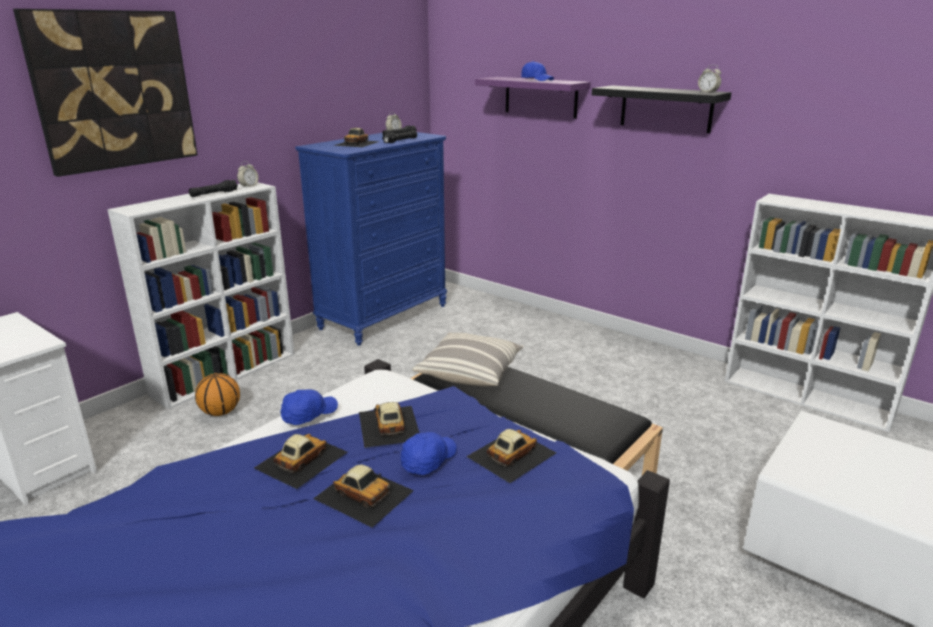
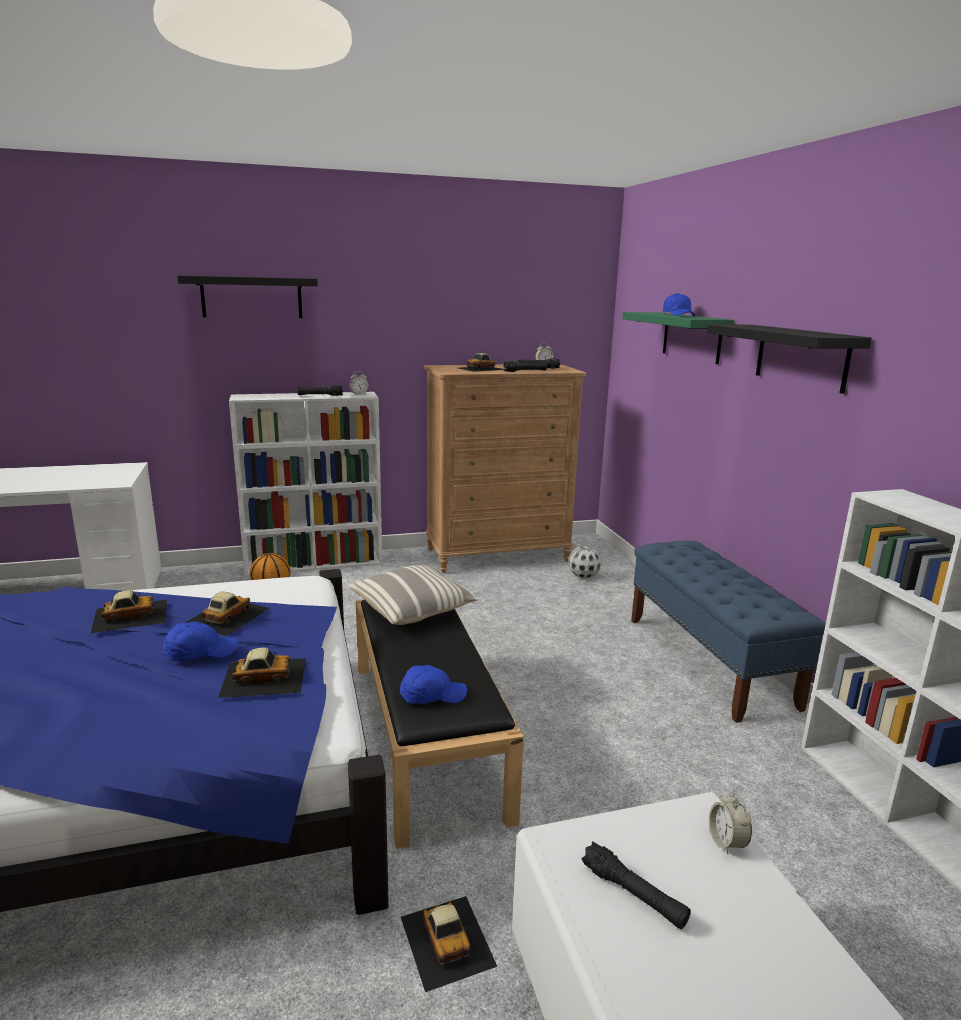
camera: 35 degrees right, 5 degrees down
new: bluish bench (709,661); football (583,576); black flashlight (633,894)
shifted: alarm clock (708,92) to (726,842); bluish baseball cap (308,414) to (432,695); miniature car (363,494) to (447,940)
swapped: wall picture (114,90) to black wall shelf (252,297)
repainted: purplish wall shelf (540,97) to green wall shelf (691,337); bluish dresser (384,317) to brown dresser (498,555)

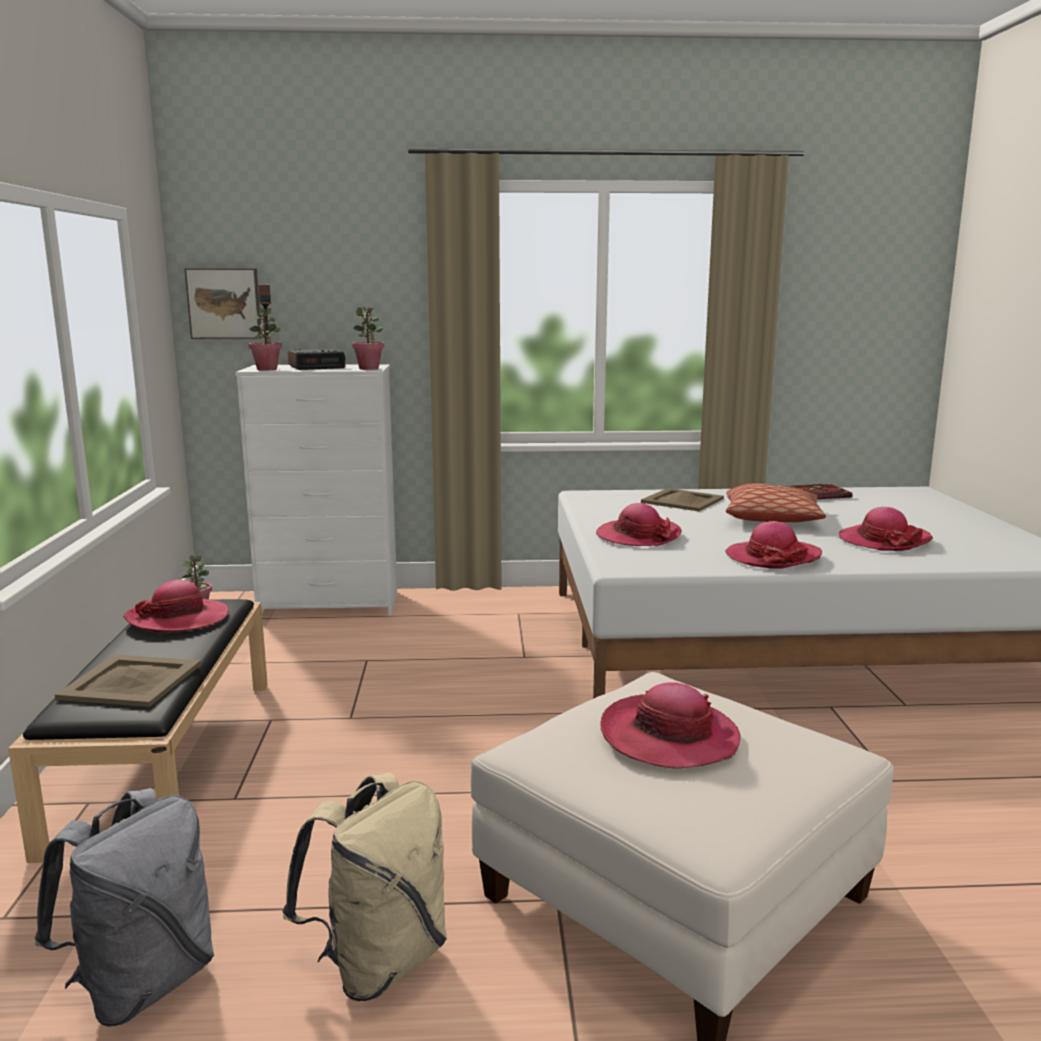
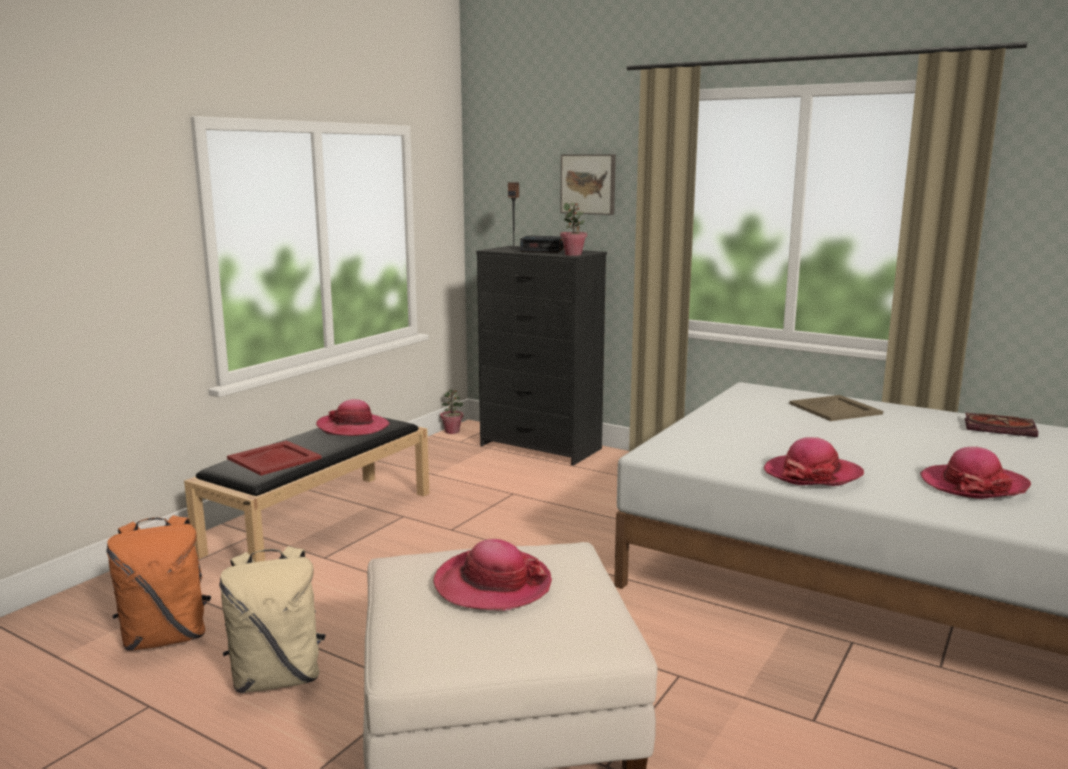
camera: 35 degrees right, 0 degrees up
gone: plant in a pot (267,369); cushion (772,518); clothing hat (638,536)
shifted: wall picture (224,303) to (589,184)
repainted: white dresser (331,604) to black dresser (541,447); sand-coloured carrying tray (132,681) to reddish carrying tray (275,458); grey backpack (142,983) to orange backpack (166,637)

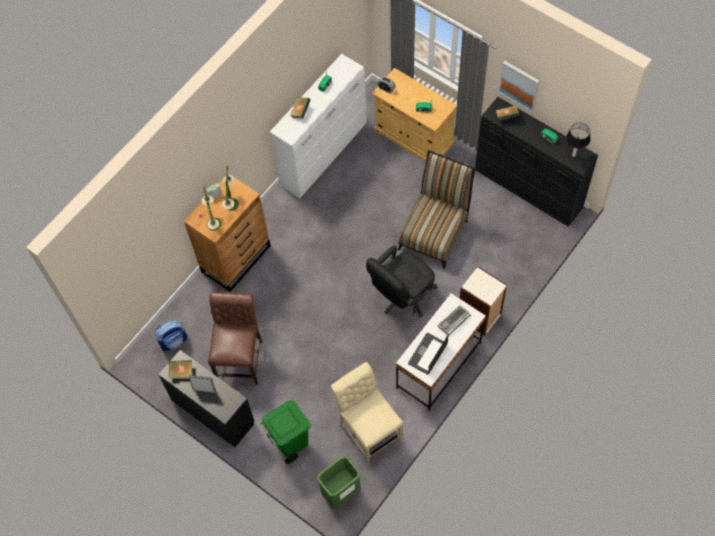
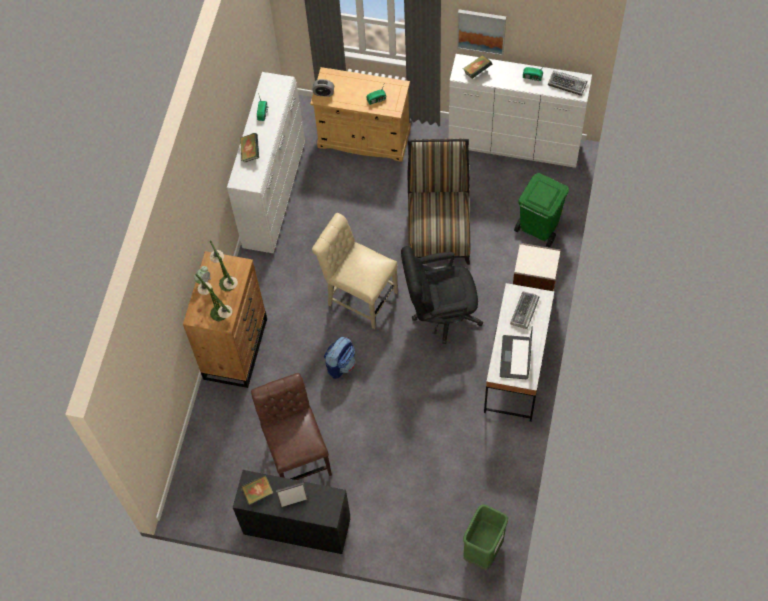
camera: 25 degrees left, 0 degrees up
shifted: backpack (174,341) to (341,364); sand-coloured chair (369,430) to (359,296); green trash can (290,442) to (538,228)
swapped: lamp for a table (574,155) to computer keyboard (567,84)
repainted: black dresser (528,190) to white dresser (514,146)
rotated: black office chair (402,297) = (440,314) 60 degrees clockwise

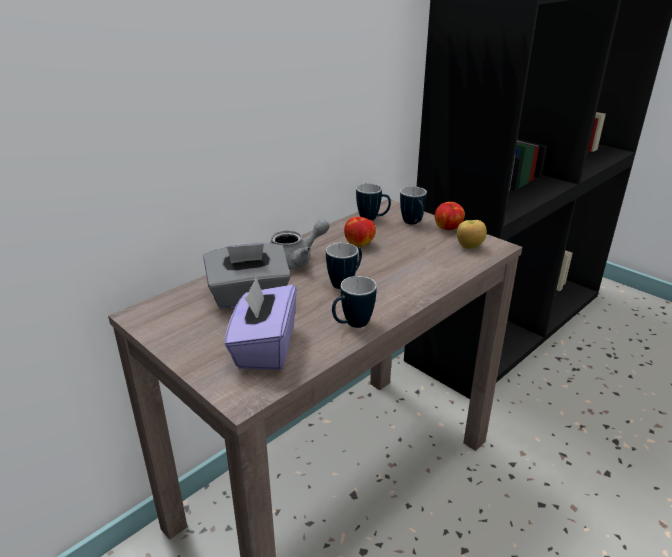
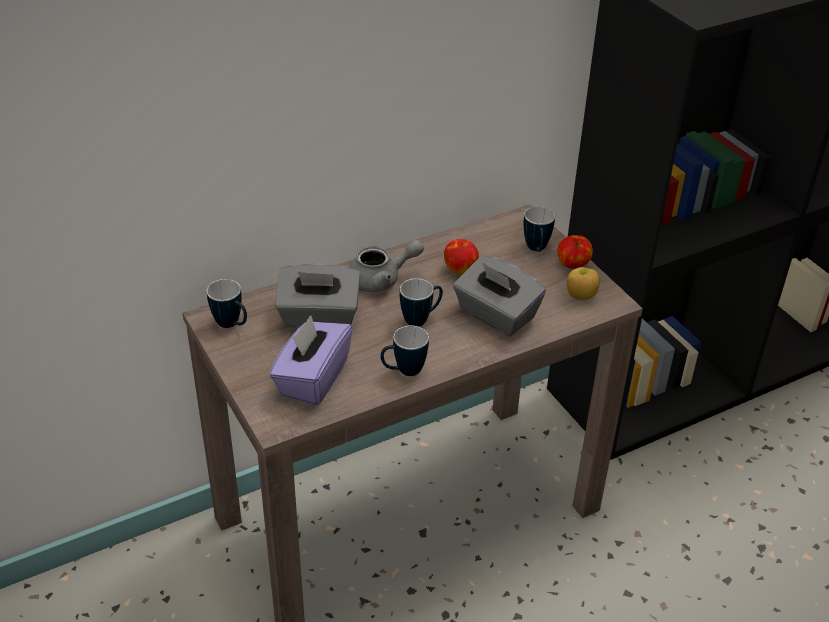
camera: 15 degrees right, 10 degrees up
new: grey tissue box (496,315)
shifted: tea mug (373,219) to (232,325)

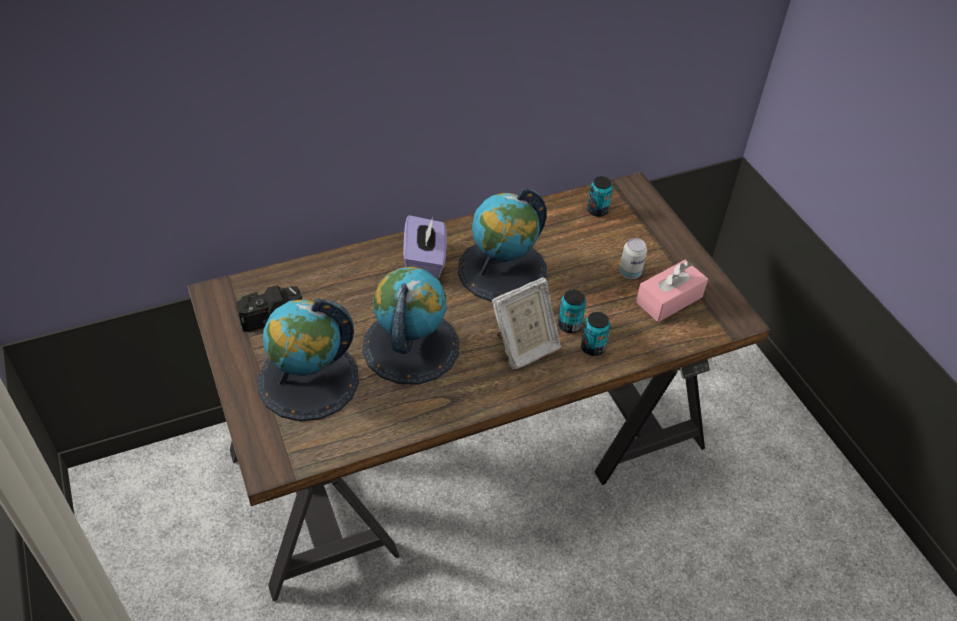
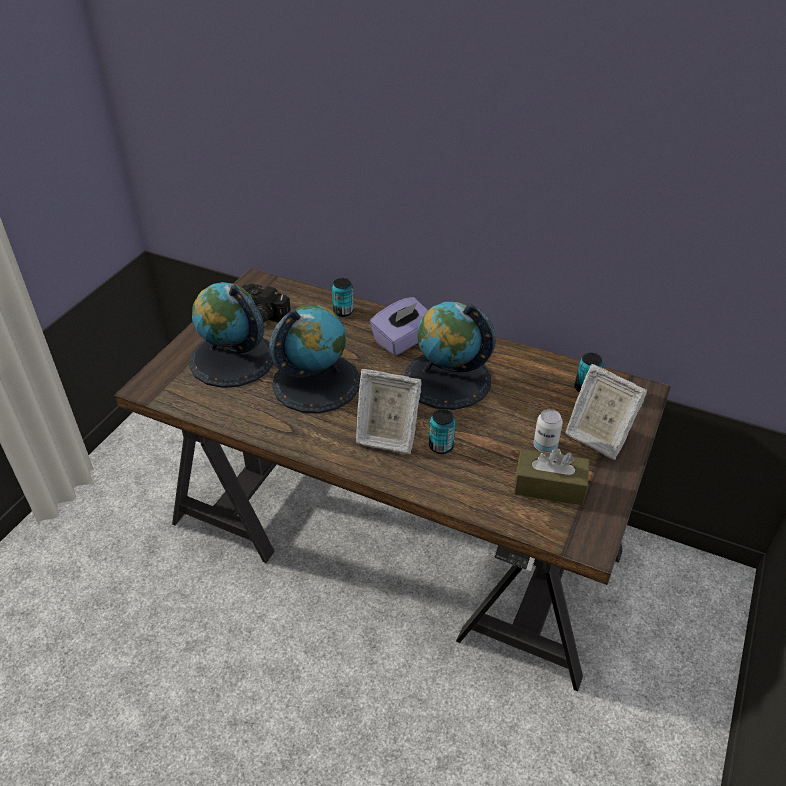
camera: 50 degrees right, 5 degrees down
new: photo frame (596,437)
shifted: sealed can (592,347) to (343,311)
repainted: pink-coloured tissue box (669,299) to brown tissue box (549,486)

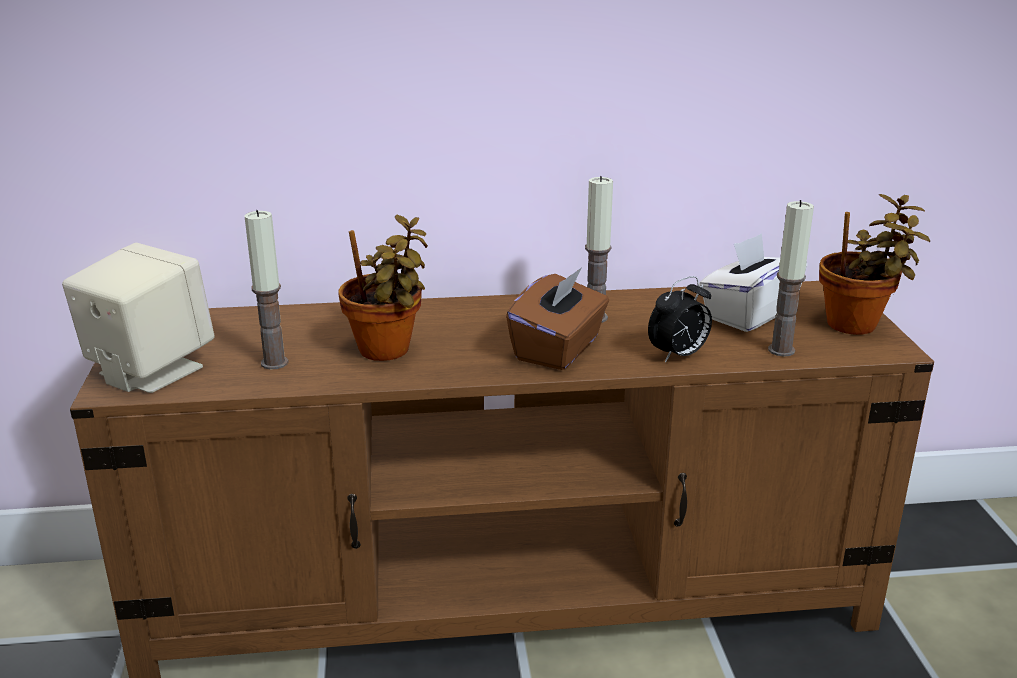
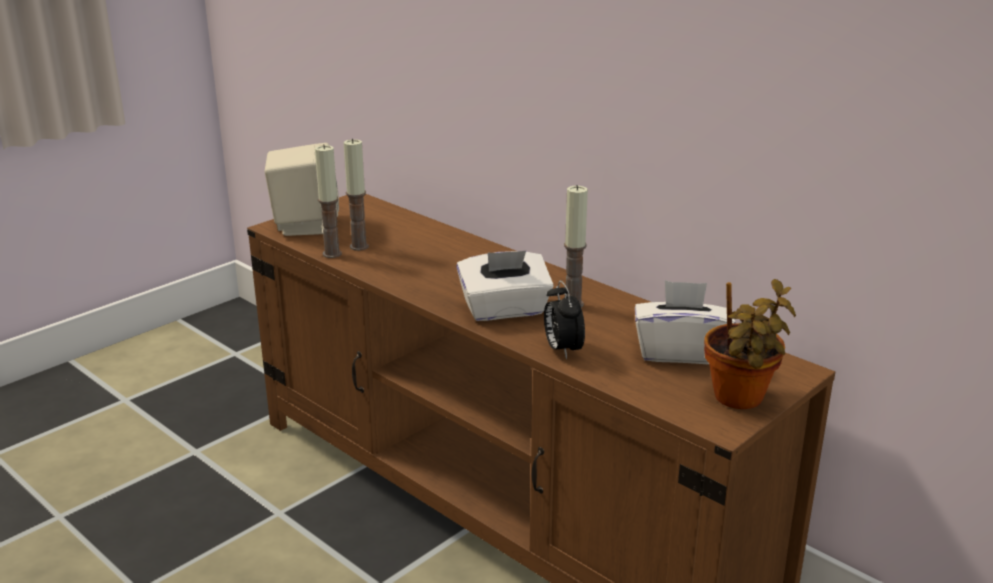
camera: 50 degrees right, 0 degrees up
gone: plant in a pot (388,352)
shifted: candle (781,350) to (332,254)
repainted: brown tissue box (559,349) to white tissue box (504,310)
rotated: alarm clock (678,355) = (562,349) 60 degrees clockwise

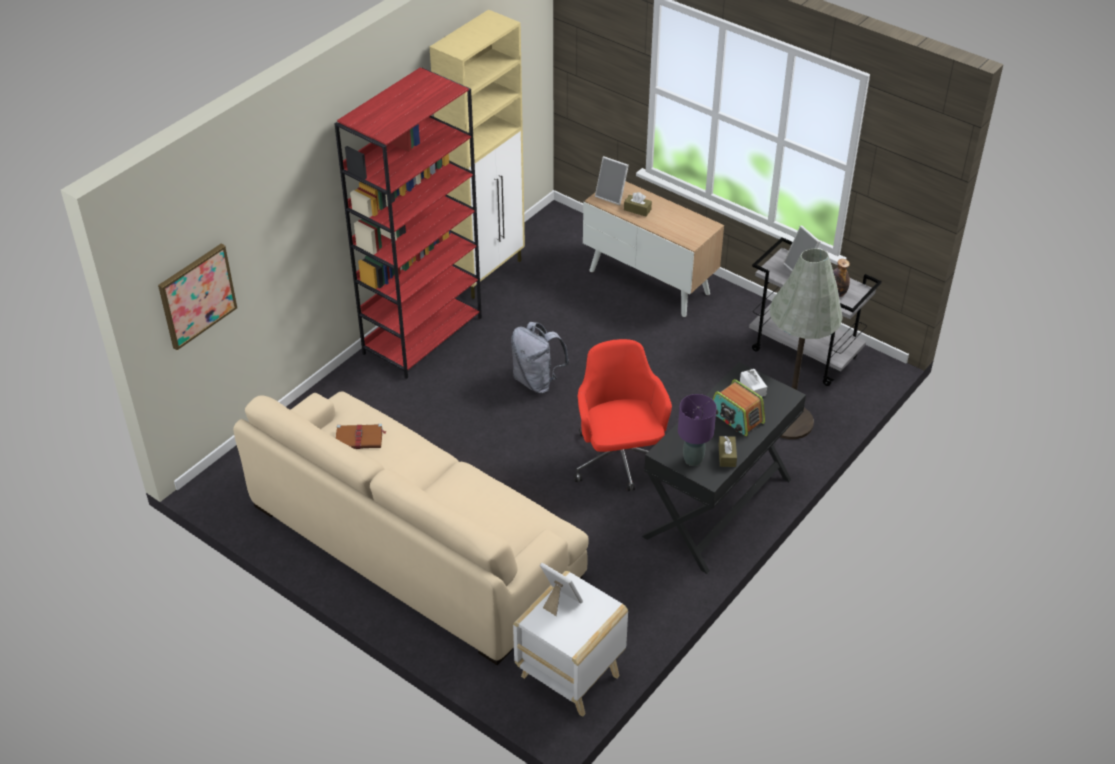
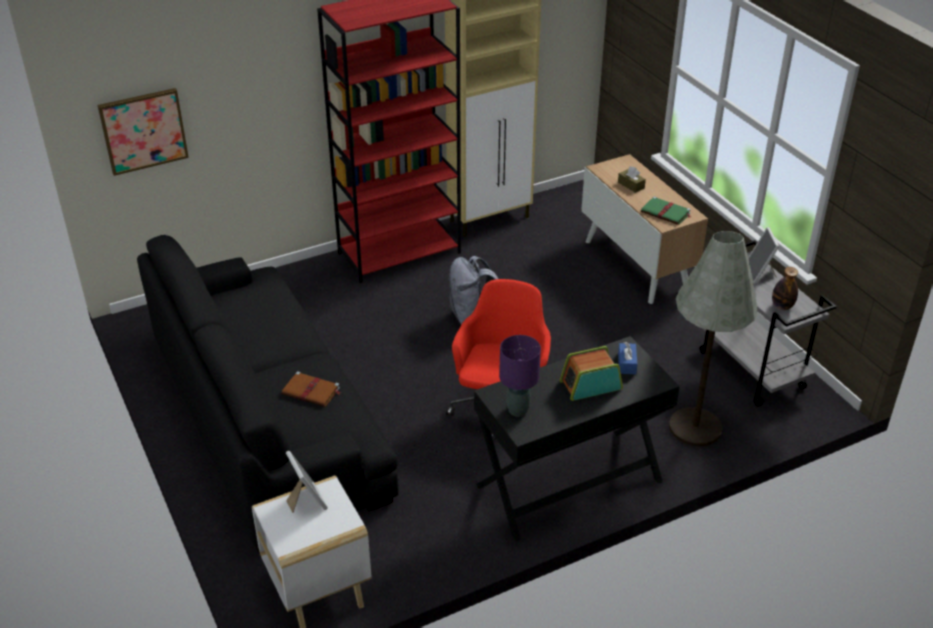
camera: 25 degrees right, 5 degrees down
gone: photo frame (612,196); brown tissue box (727,456)
new: green book (666,213)
shifted: brown book (360,438) to (312,391)
repainted: white tissue box (752,388) to bluish tissue box (627,363); sand-coloured couch (415,540) to black couch (268,417)
rotated: radio receiver (736,417) = (590,385) 90 degrees clockwise

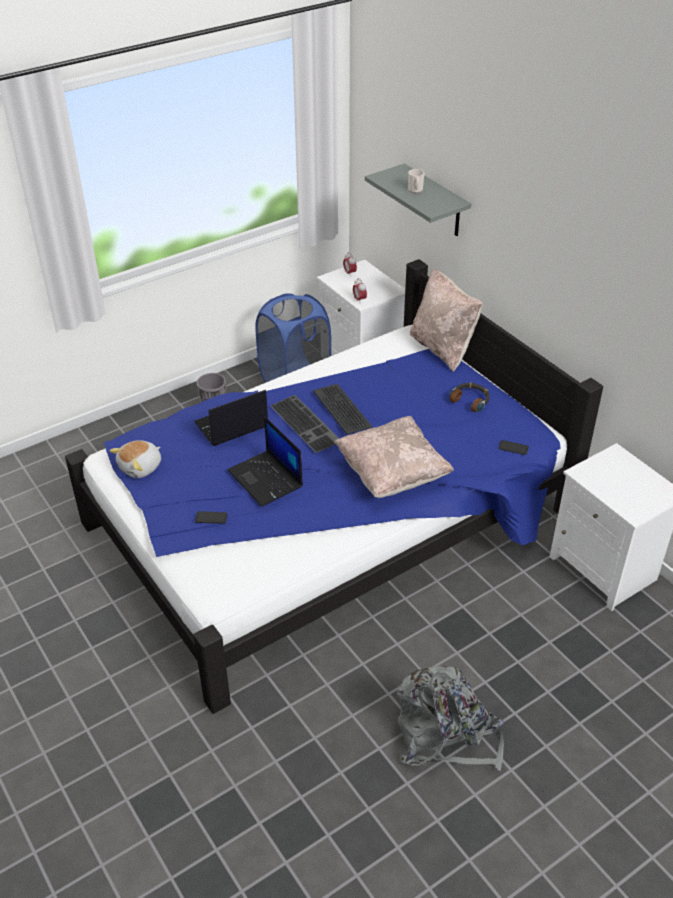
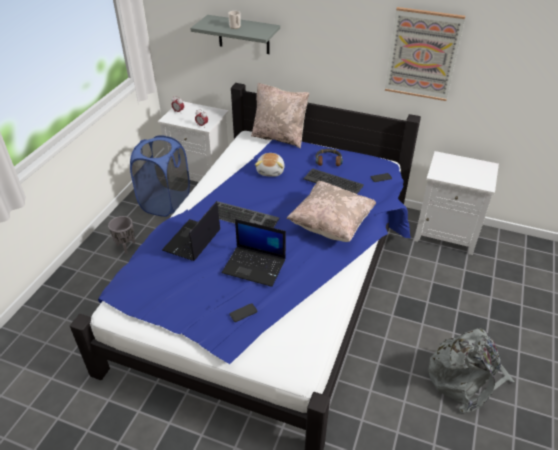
camera: 35 degrees left, 0 degrees up
new: wall picture (422,54)
shifted: computer keyboard (342,409) to (333,182); soft toy (141,467) to (271,171)

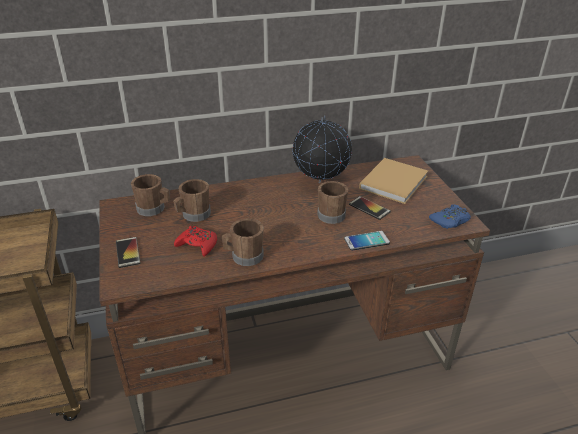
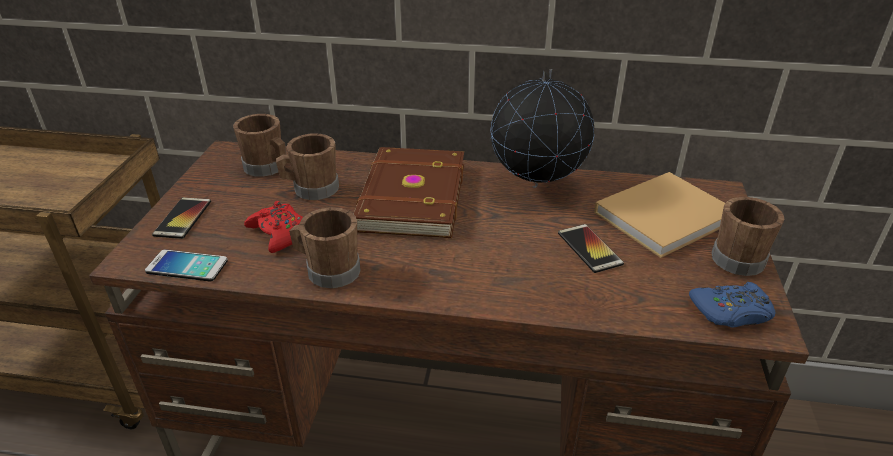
camera: 25 degrees right, 0 degrees up
new: brown book (409,197)
shifted: brown tea mug (331,214) to (738,256); handset (366,241) to (187,266)

